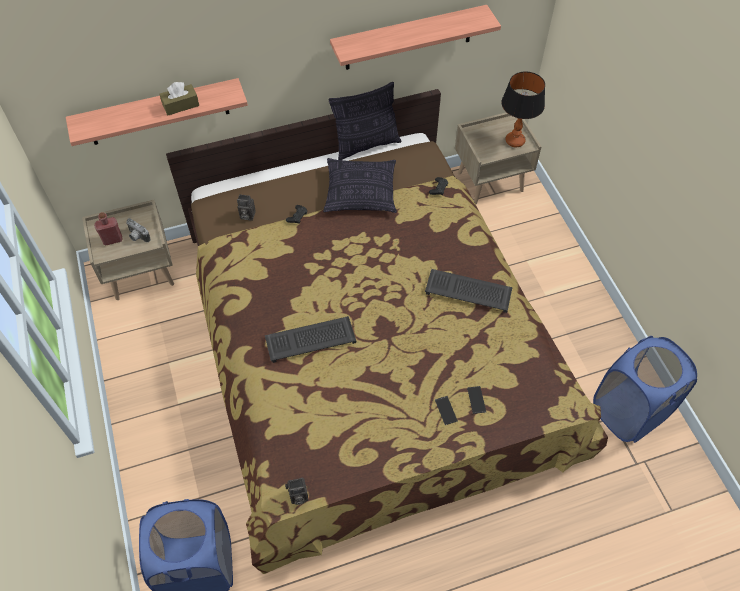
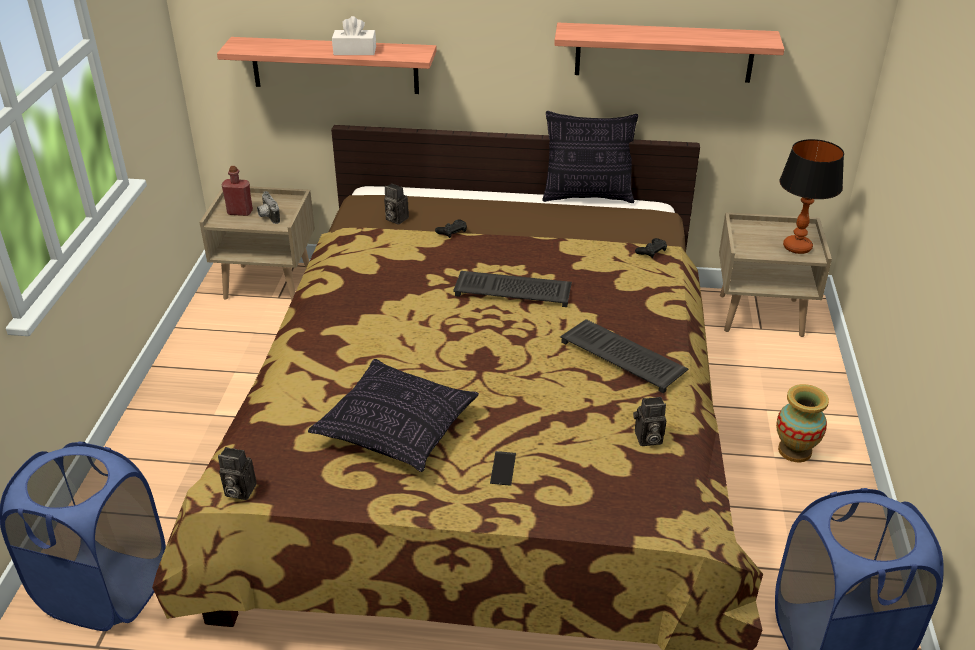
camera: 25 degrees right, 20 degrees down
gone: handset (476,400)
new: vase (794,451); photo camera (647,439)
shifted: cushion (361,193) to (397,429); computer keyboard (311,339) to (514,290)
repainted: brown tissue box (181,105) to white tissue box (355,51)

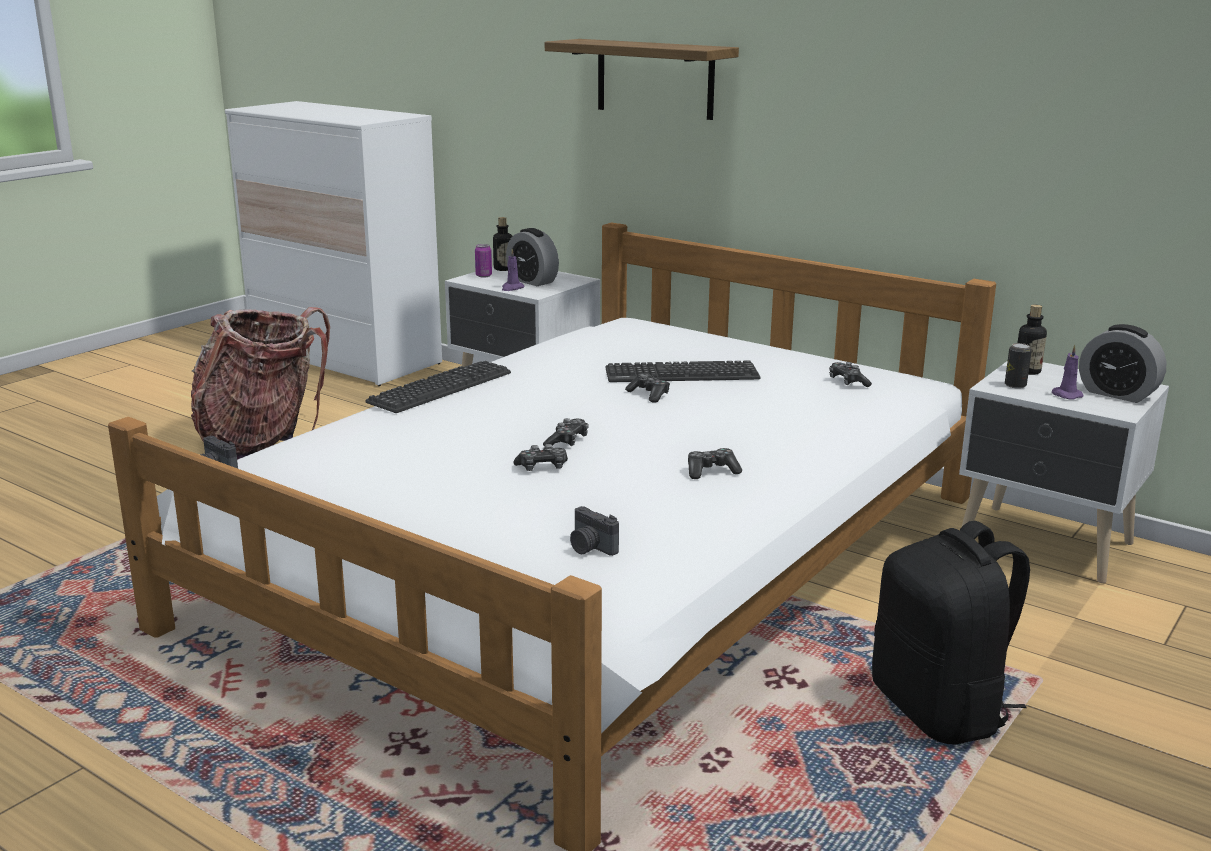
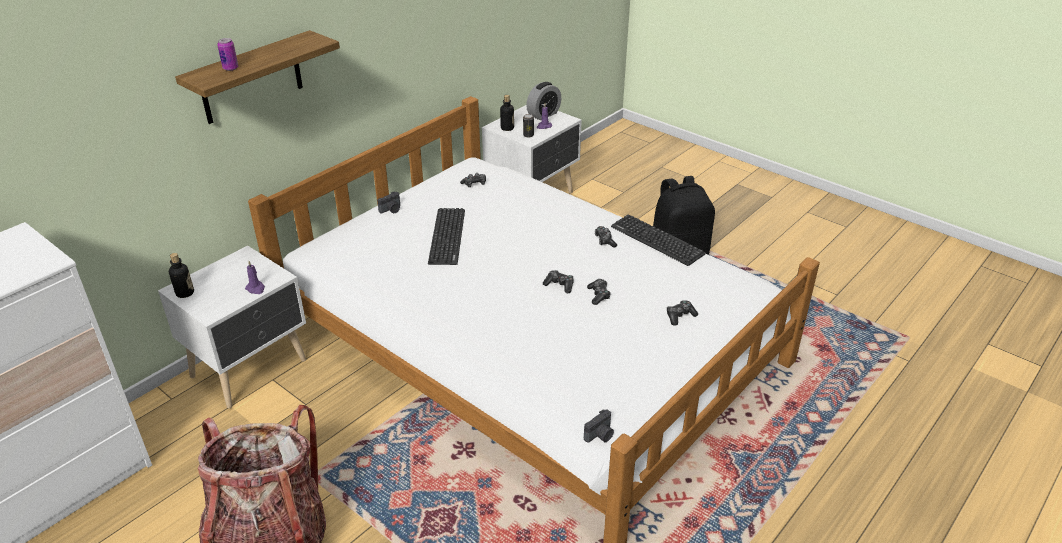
camera: 85 degrees left, 15 degrees up
gone: alarm clock (532,281)
shifted: sealed can (483,276) to (230,68); computer keyboard (440,388) to (657,240); game controller (649,394) to (680,316); photo camera (590,548) to (391,210)

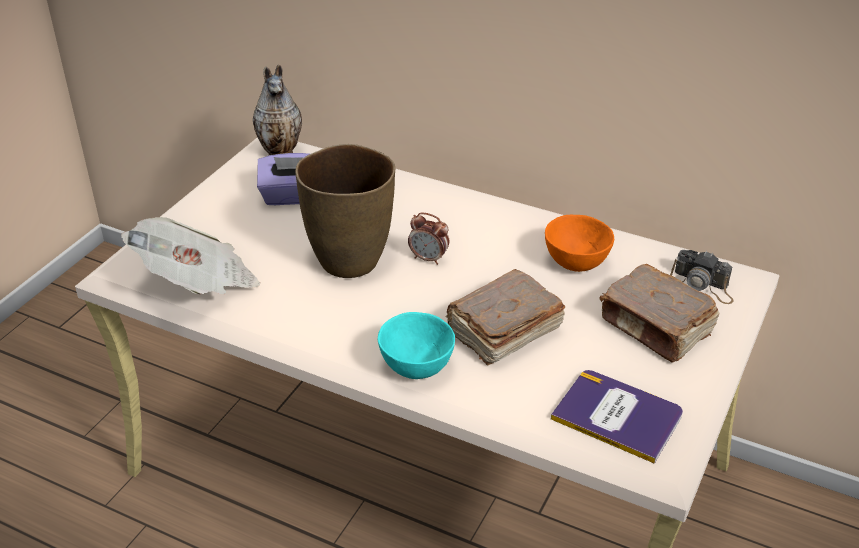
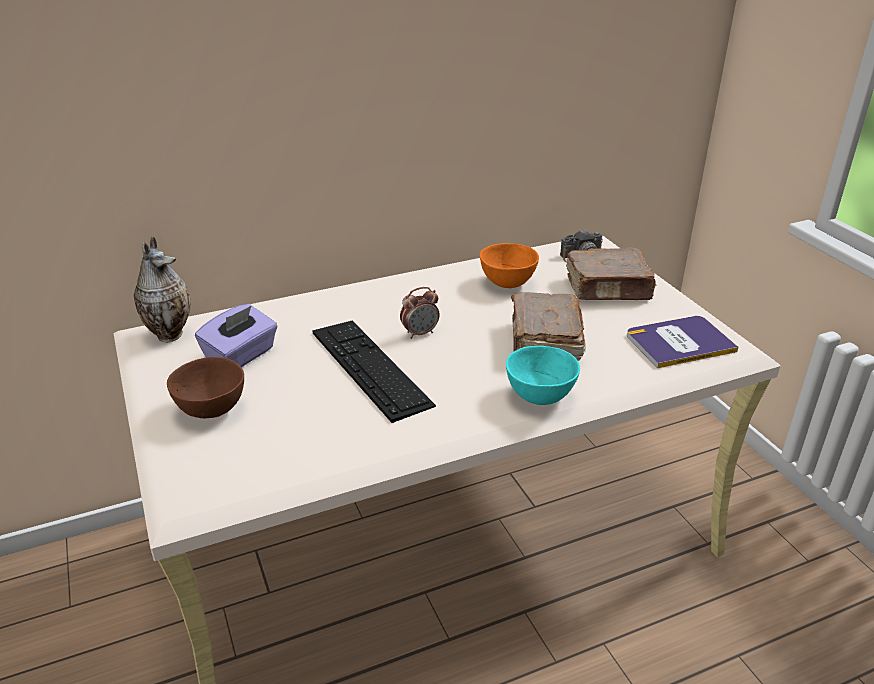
camera: 50 degrees left, 5 degrees down
gone: newspaper (198,283)
new: brown bowl (212,410)
swapped: brown vase (349,260) to computer keyboard (370,367)

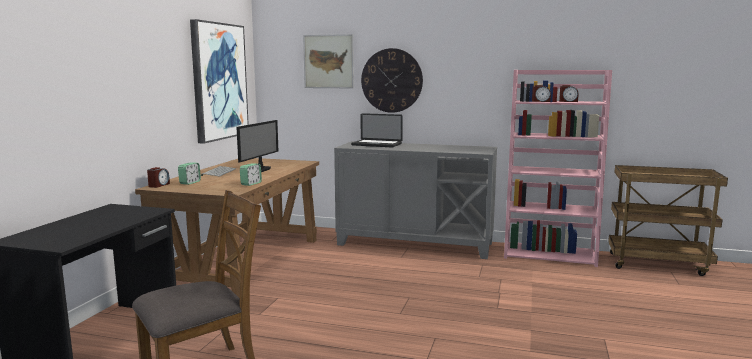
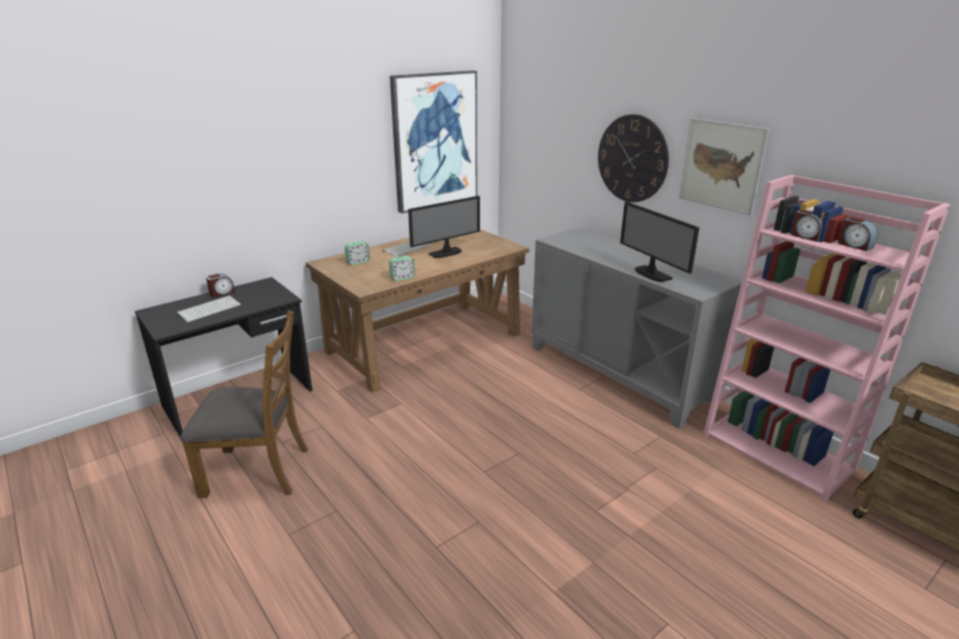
camera: 35 degrees right, 15 degrees up
gone: portable computer (376,144)
new: computer screen (651,274); computer keyboard (209,309)
shifted: wall picture (328,61) to (721,165); alarm clock (158,185) to (222,293)

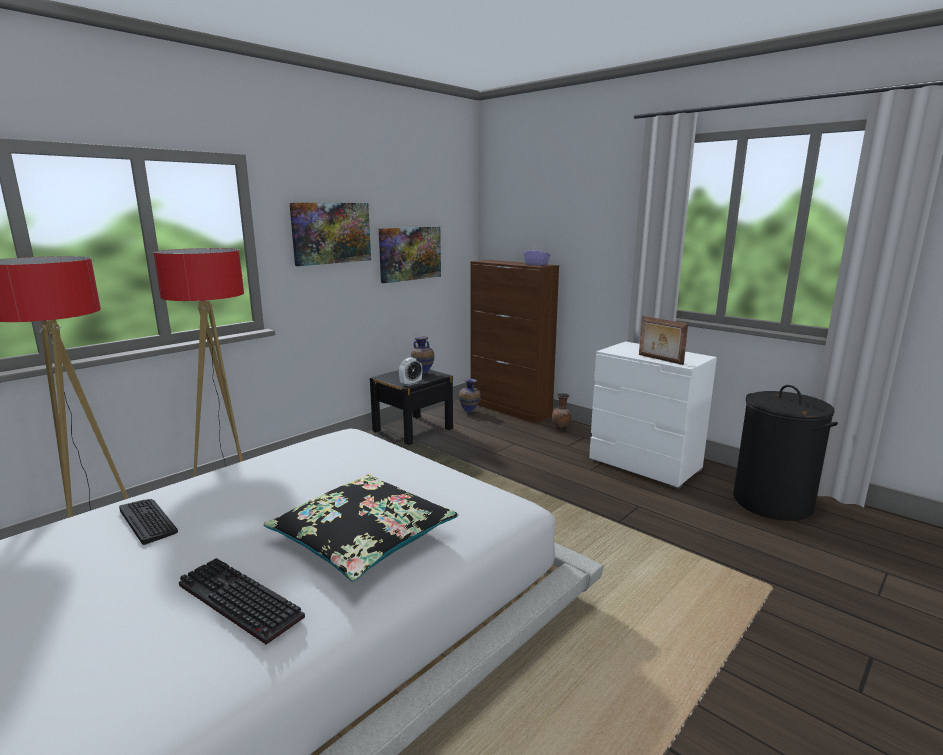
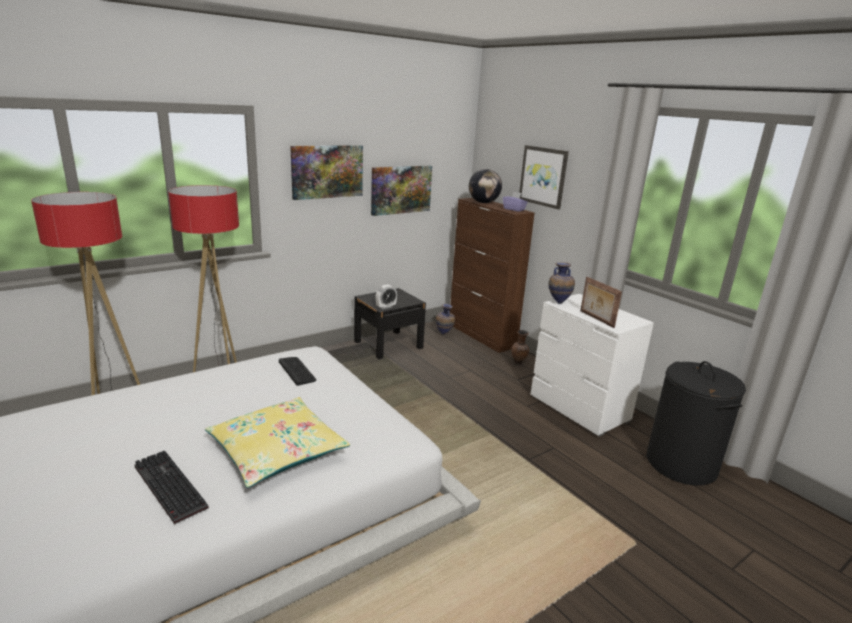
camera: 10 degrees right, 5 degrees up
new: wall picture (543,176); world globe (483,202)
shifted: vase (423,373) to (558,302); computer keyboard (148,521) to (297,371)
repainted: black cushion (363,538) to yellow cushion (277,451)

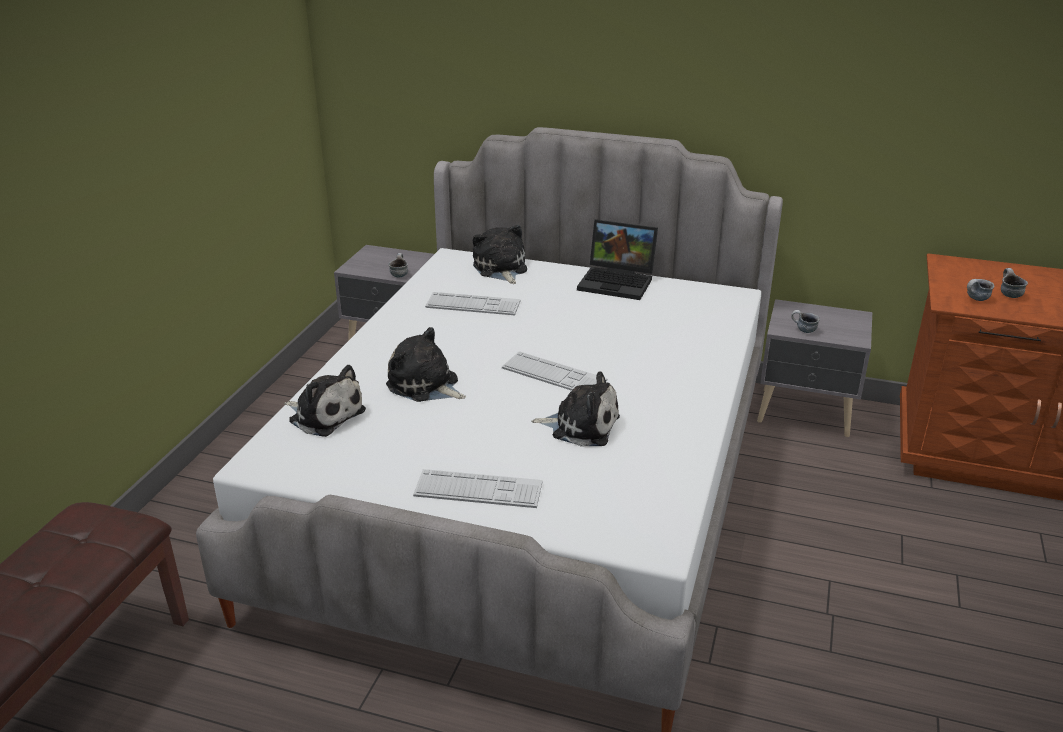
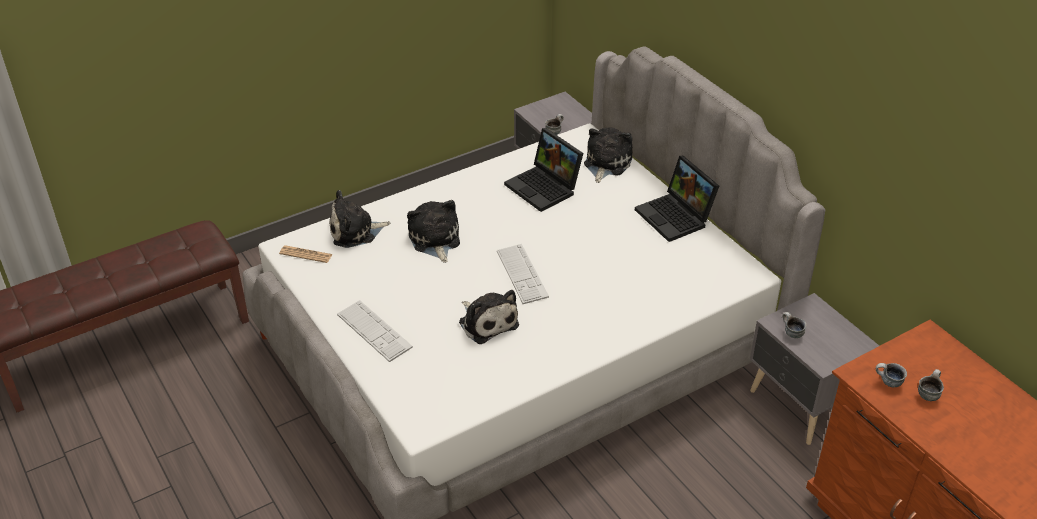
camera: 40 degrees right, 10 degrees up
new: newspaper (306,254)
swapped: computer keyboard (473,305) to portable computer (545,188)
rotated: soft toy (324,415) = (355,231) 90 degrees clockwise

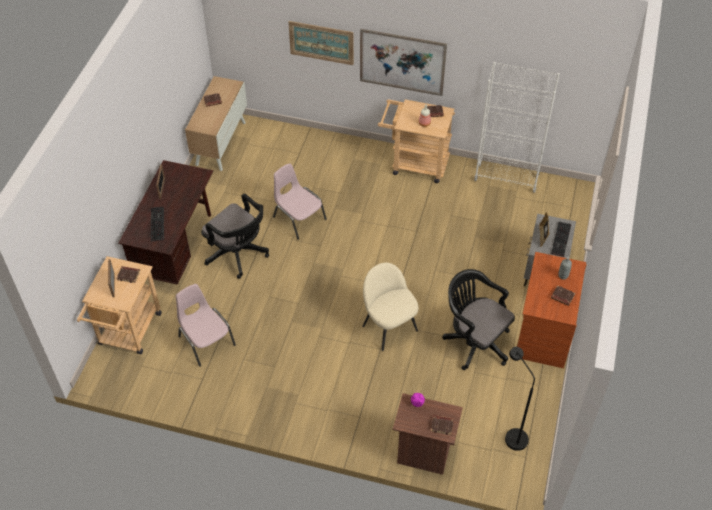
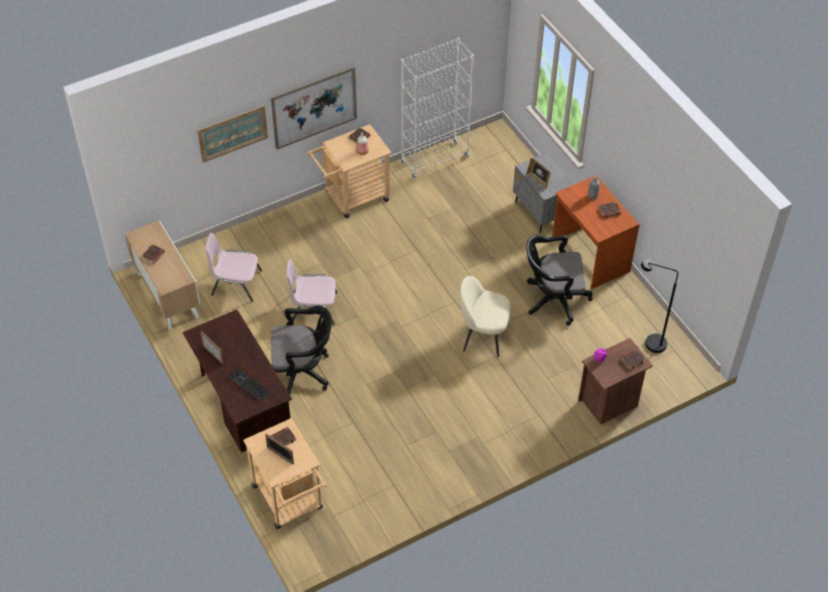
camera: 45 degrees left, 0 degrees up
gone: computer keyboard (561,240)
shifted: pink-coloured chair (206,340) to (235,283)

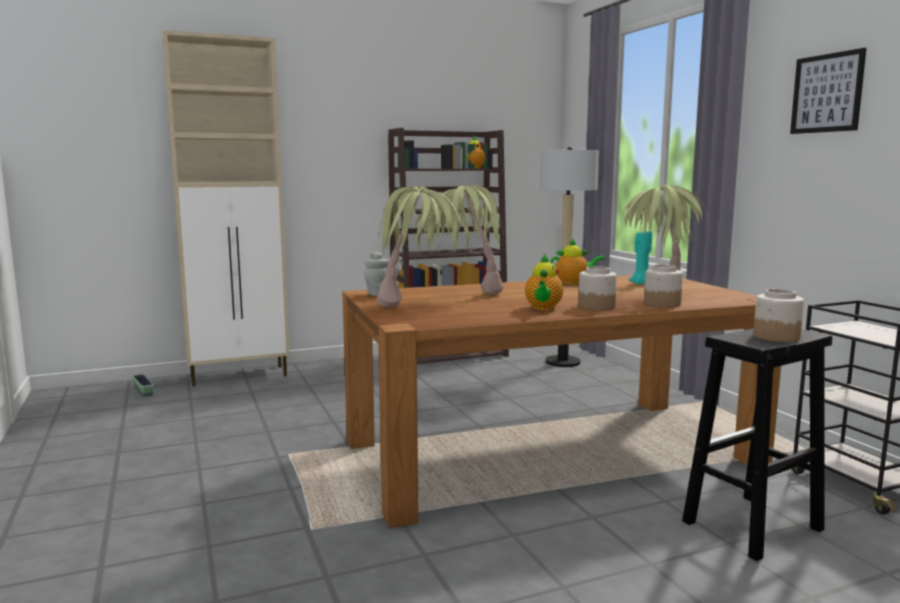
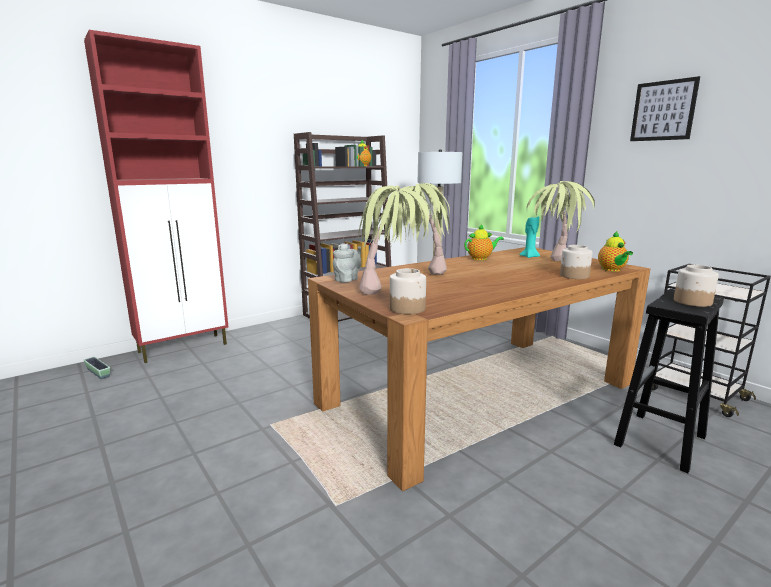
camera: 15 degrees left, 5 degrees up
shifted: teapot (543,308) to (612,270); storage jar (596,307) to (407,308)
repainted: sand-coloured cupboard (240,375) to reddish cupboard (184,348)

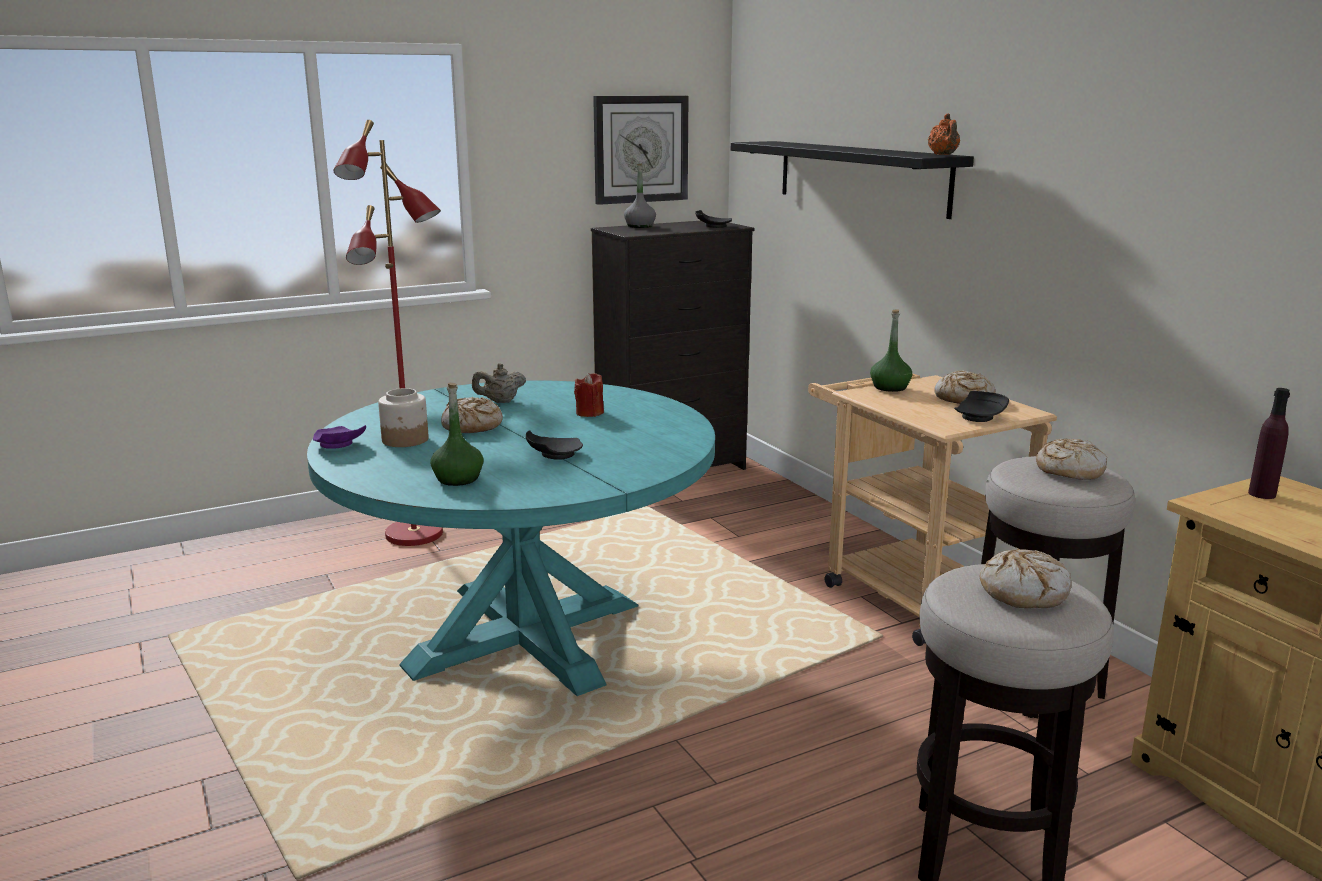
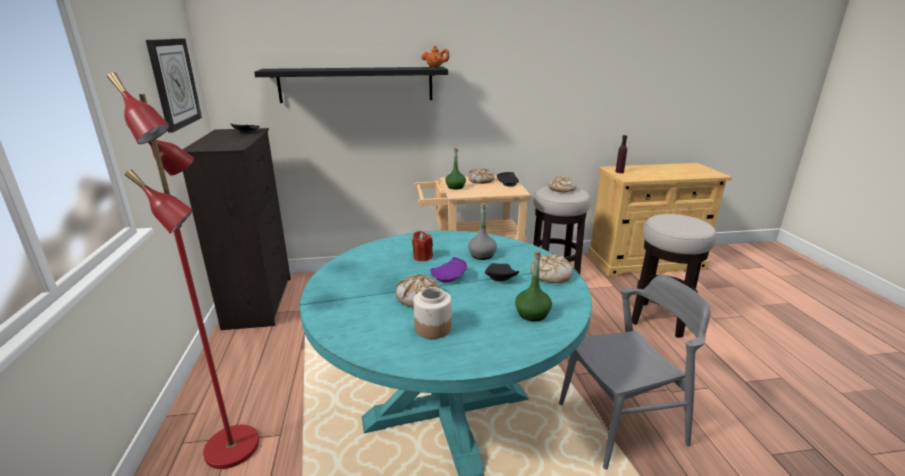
camera: 70 degrees left, 5 degrees up
gone: sand-coloured teapot (500,402)
new: grey chair (622,424)
shifted: grey drink bottle (639,226) to (482,255); purplish plate (337,445) to (449,277); bakery bread (1024,592) to (550,275)

